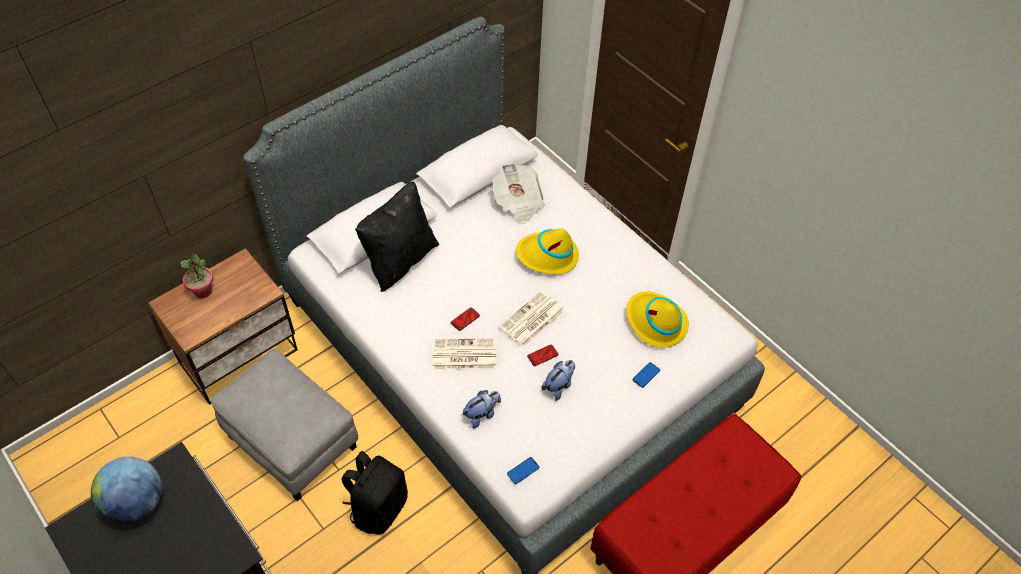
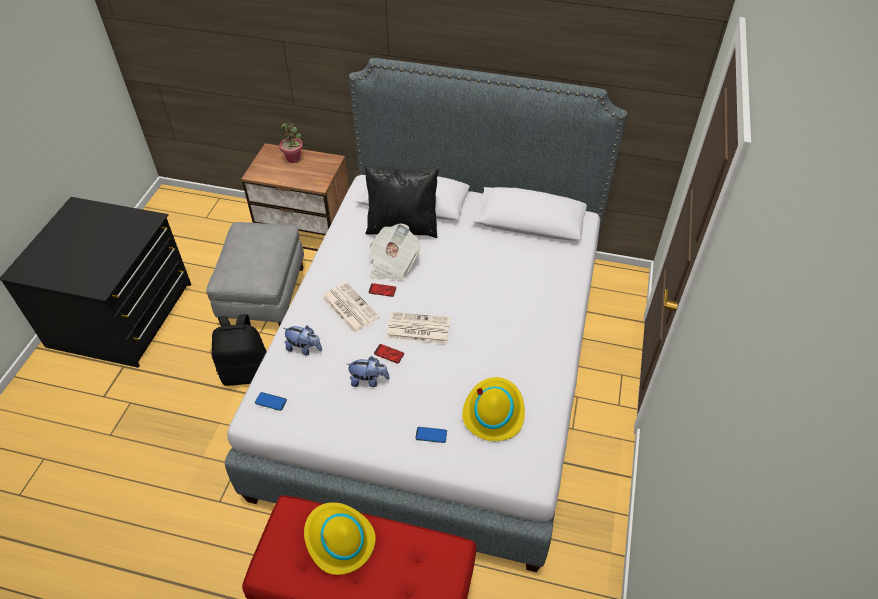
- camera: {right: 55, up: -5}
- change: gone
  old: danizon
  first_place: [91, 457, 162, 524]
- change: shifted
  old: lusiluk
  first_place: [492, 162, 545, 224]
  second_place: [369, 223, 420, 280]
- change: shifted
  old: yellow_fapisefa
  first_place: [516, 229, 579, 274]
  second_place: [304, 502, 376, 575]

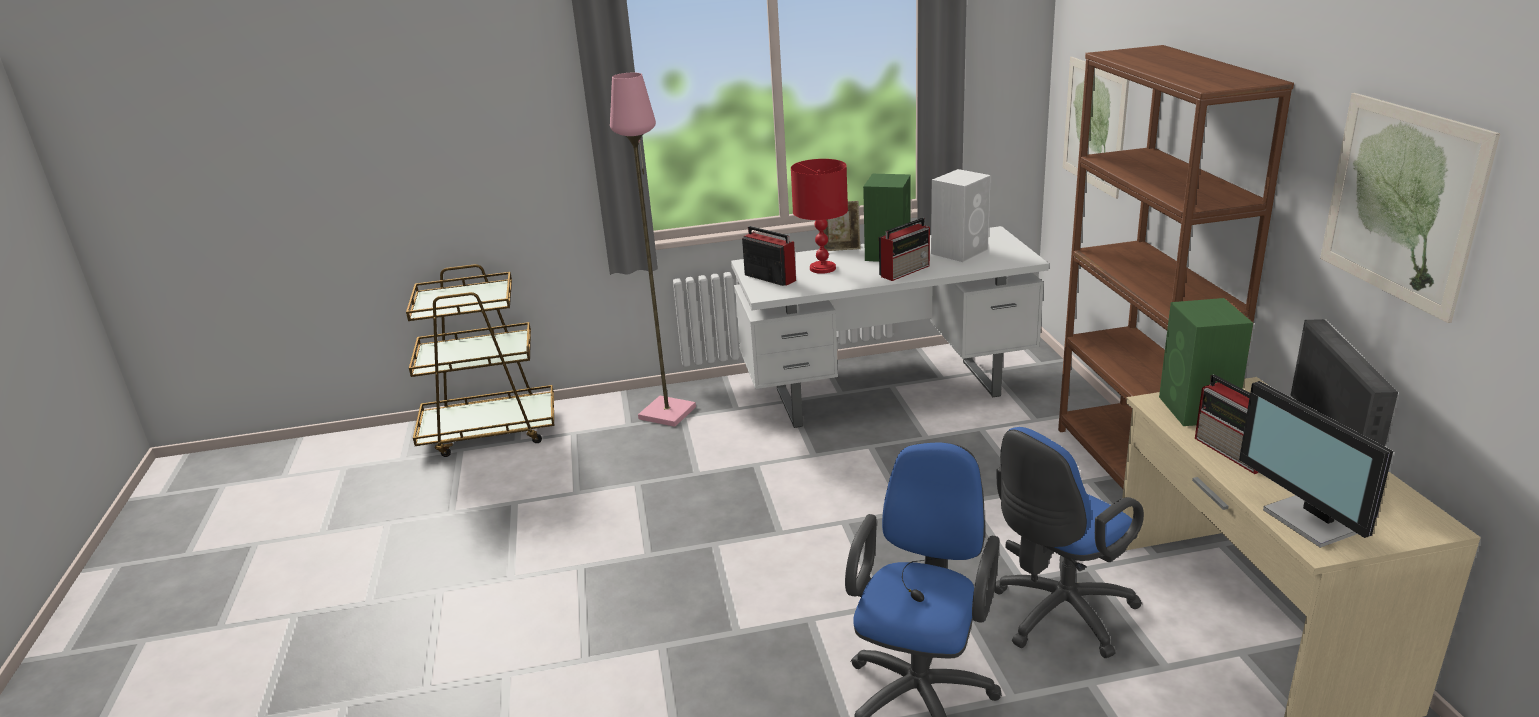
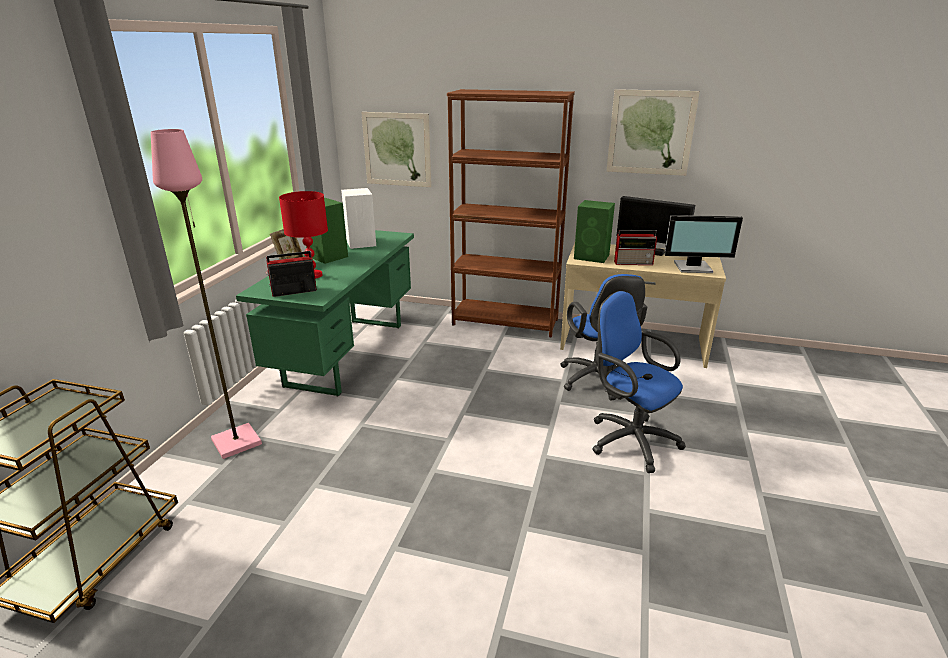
- camera: {right: -65, up: 0}
- change: repainted
  old: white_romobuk
  new: green_romobuk
  first_place: [731, 226, 1049, 428]
  second_place: [236, 230, 414, 397]
- change: gone
  old: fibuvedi
  first_place: [879, 218, 930, 281]

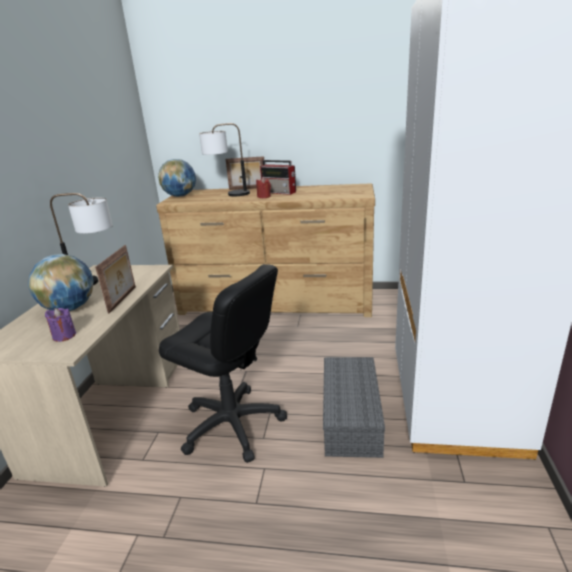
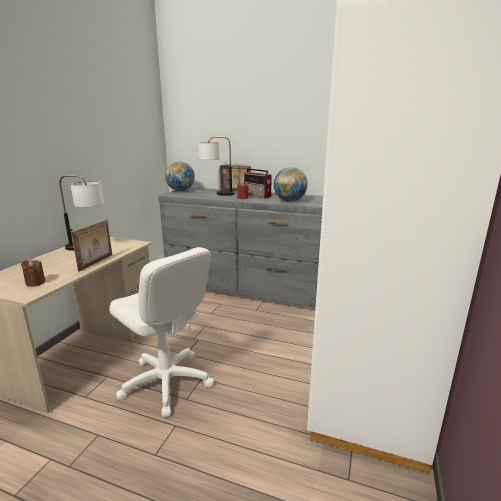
- camera: {right: 10, up: -5}
- change: shifted
  old: danizon
  first_place: [28, 254, 93, 311]
  second_place: [274, 167, 308, 202]
- change: repainted
  old: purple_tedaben
  new: brown_tedaben
  first_place: [45, 308, 76, 342]
  second_place: [21, 260, 45, 287]
- change: repainted
  old: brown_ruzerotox
  new: grey_ruzerotox
  first_place: [156, 183, 375, 317]
  second_place: [158, 188, 323, 308]
- change: repainted
  old: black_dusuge
  new: white_dusuge
  first_place: [159, 264, 287, 463]
  second_place: [109, 247, 214, 418]
- change: gone
  old: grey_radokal
  first_place: [323, 357, 385, 458]

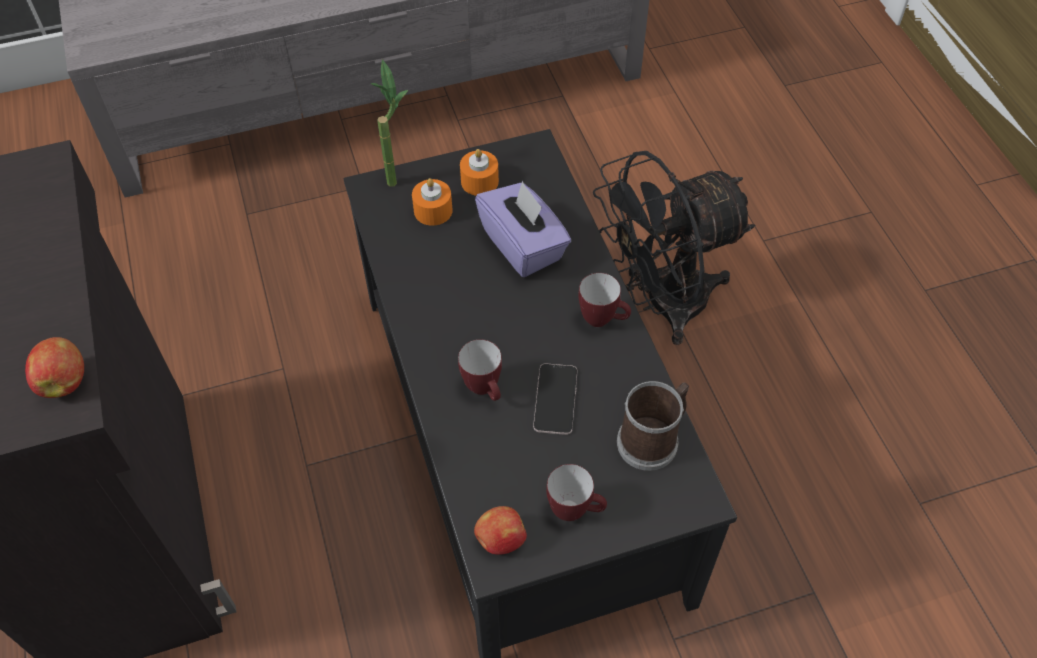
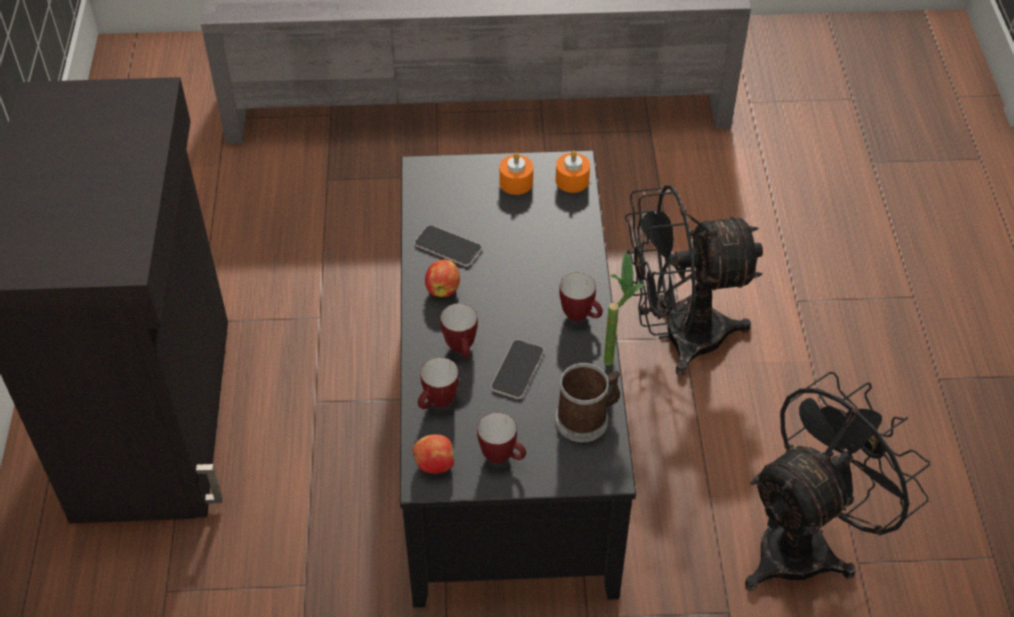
- camera: {right: 15, up: -5}
- change: shifted
  old: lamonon
  first_place: [25, 337, 84, 398]
  second_place: [425, 259, 460, 297]
- change: shifted
  old: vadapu
  first_place: [371, 59, 408, 187]
  second_place: [604, 251, 644, 366]
- change: shifted
  old: orange_tedaben
  first_place: [412, 178, 453, 226]
  second_place: [556, 151, 590, 193]
- change: gone
  old: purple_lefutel
  first_place: [475, 181, 571, 277]
- change: new
  new: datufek
  second_place: [415, 225, 482, 266]
- change: new
  new: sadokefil
  second_place: [418, 357, 459, 409]
- change: new
  new: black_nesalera
  second_place: [745, 372, 930, 590]

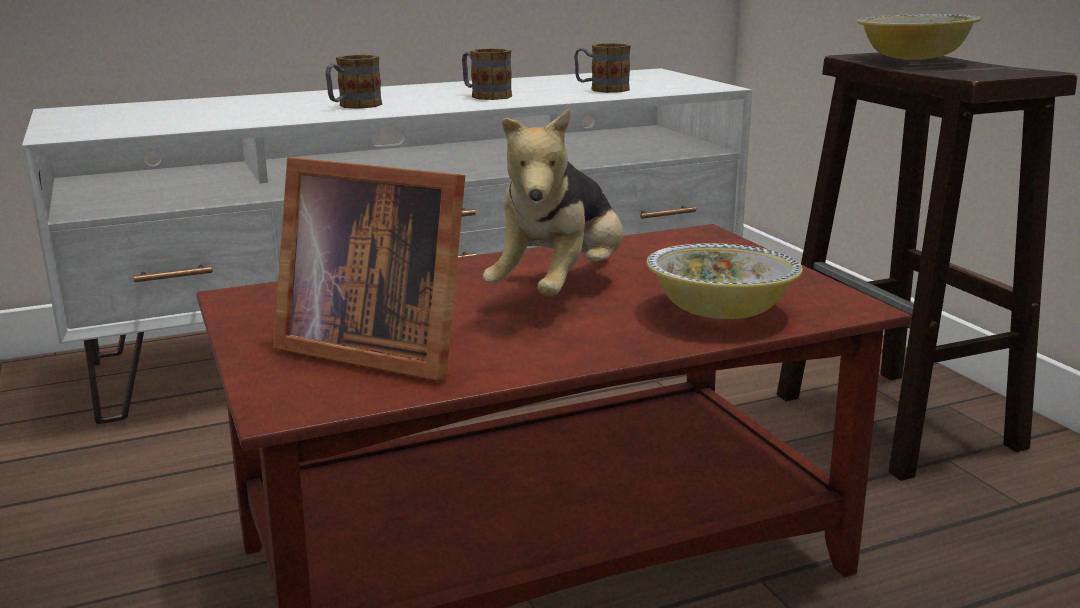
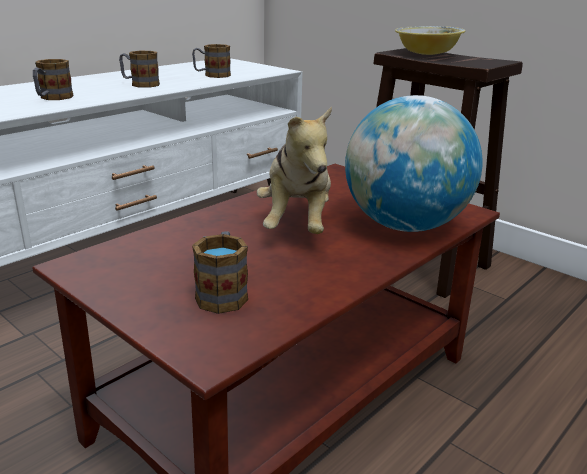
- camera: {right: -25, up: 5}
- change: swapped
  old: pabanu
  new: sadokefil
  first_place: [273, 157, 465, 381]
  second_place: [192, 231, 248, 314]
- change: swapped
  old: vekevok
  new: danizon
  first_place: [646, 243, 803, 319]
  second_place: [345, 95, 483, 232]

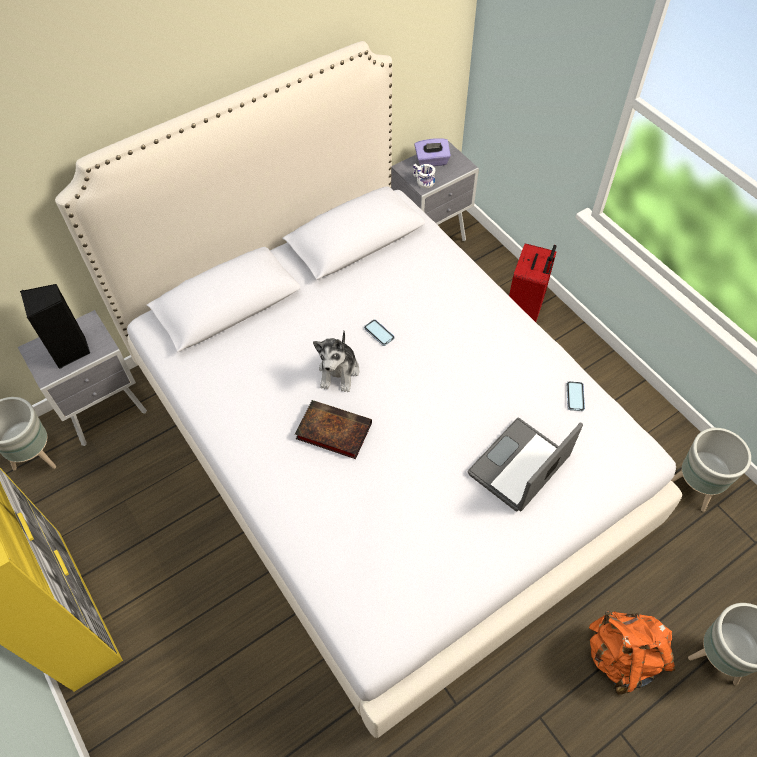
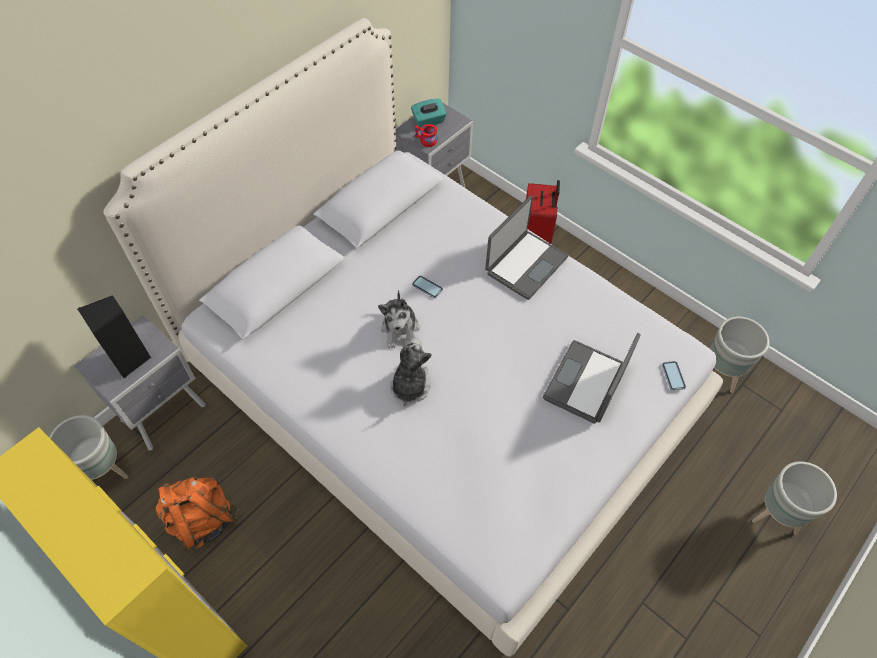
- camera: {right: -15, up: 0}
- change: swapped
  old: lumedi
  new: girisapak
  first_place: [295, 400, 372, 459]
  second_place: [390, 338, 432, 406]
- change: repainted
  old: white_sadokefil
  new: red_sadokefil
  first_place: [413, 164, 435, 188]
  second_place: [415, 124, 437, 147]
- change: repainted
  old: purple_lefutel
  new: turquoise_lefutel
  first_place: [414, 138, 451, 166]
  second_place: [411, 99, 447, 128]
- change: shifted
  old: datufek
  first_place: [567, 381, 585, 411]
  second_place: [662, 361, 686, 391]
- change: shifted
  old: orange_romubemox
  first_place: [589, 611, 675, 695]
  second_place: [156, 477, 238, 551]
- change: new
  new: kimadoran
  second_place: [485, 195, 568, 300]

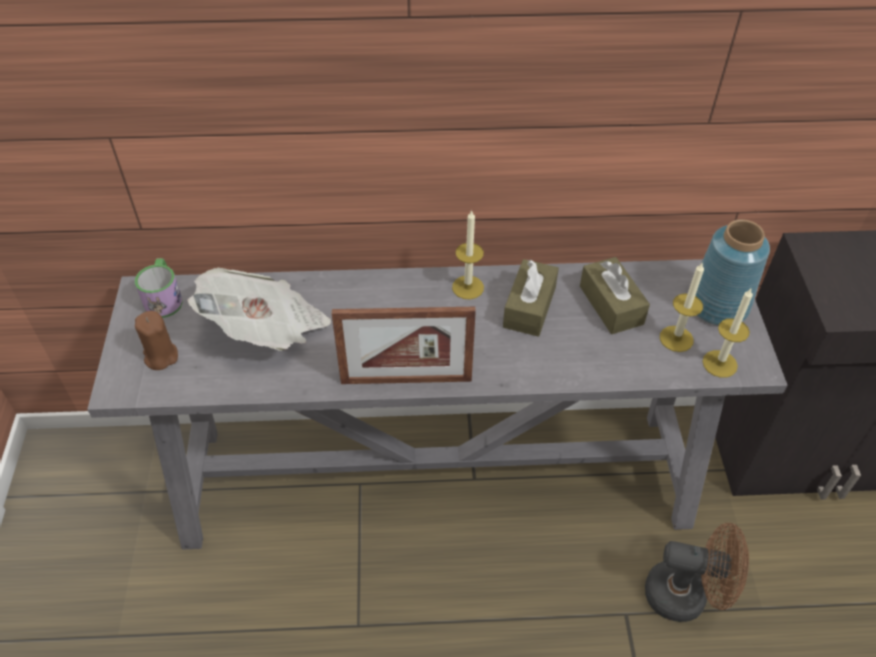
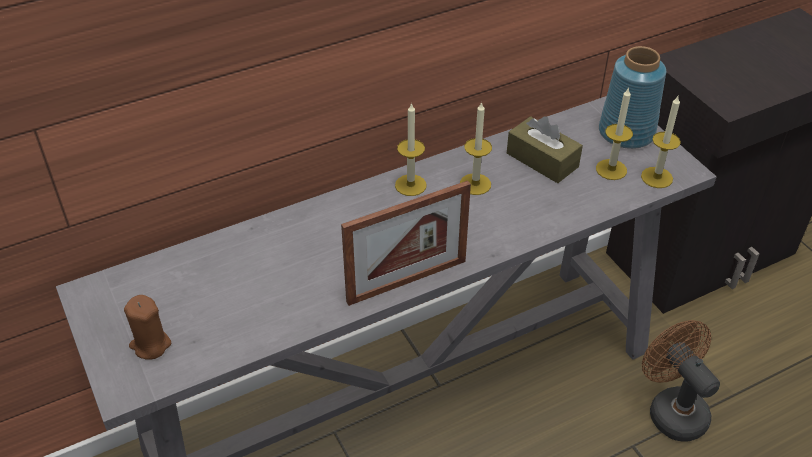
- camera: {right: -25, up: -5}
- change: gone
  old: sadokefil
  first_place: [135, 258, 183, 318]
- change: gone
  old: lusiluk
  first_place: [187, 268, 331, 351]
- change: swapped
  old: brown_lefutel
  new: tedaben
  first_place: [503, 259, 559, 337]
  second_place: [460, 102, 492, 195]
- change: rotated
  old: brown_nesalera
  first_place: [645, 523, 749, 622]
  second_place: [642, 320, 720, 442]
  degrees: -105

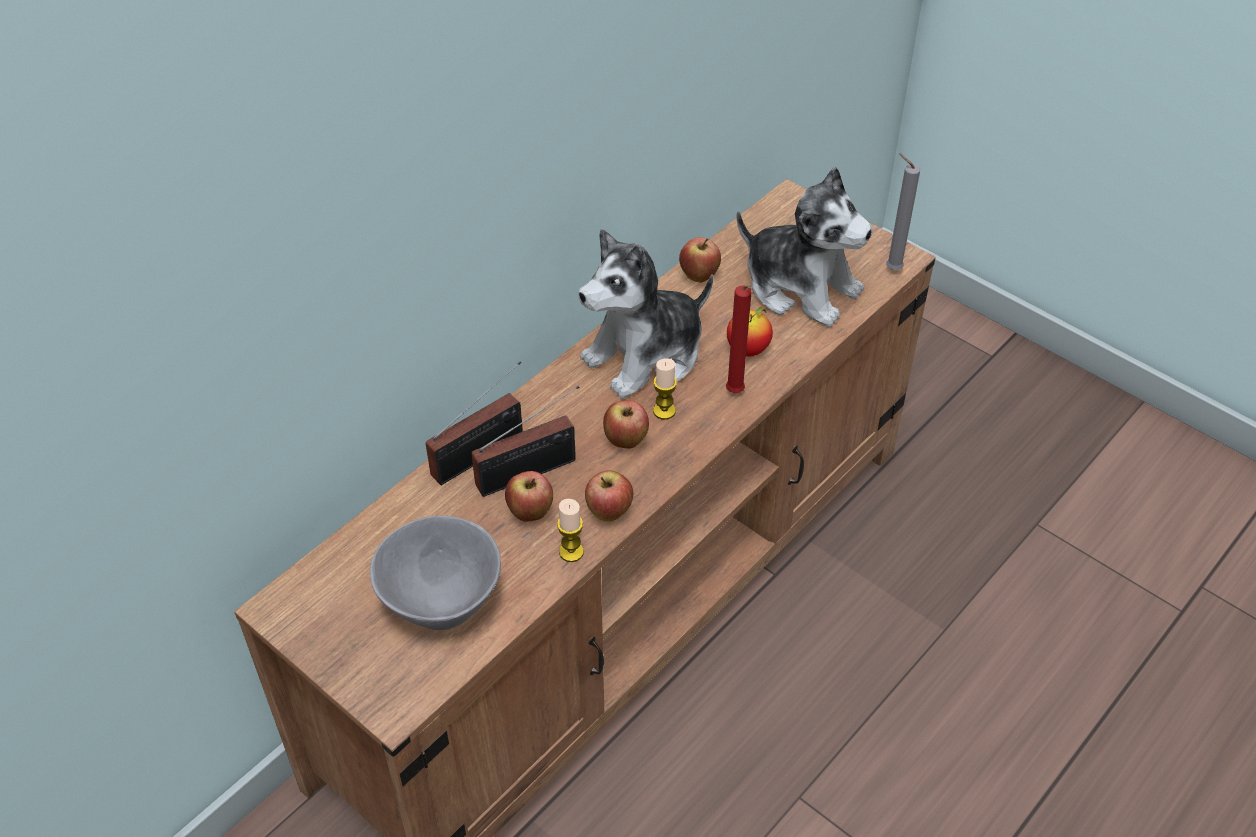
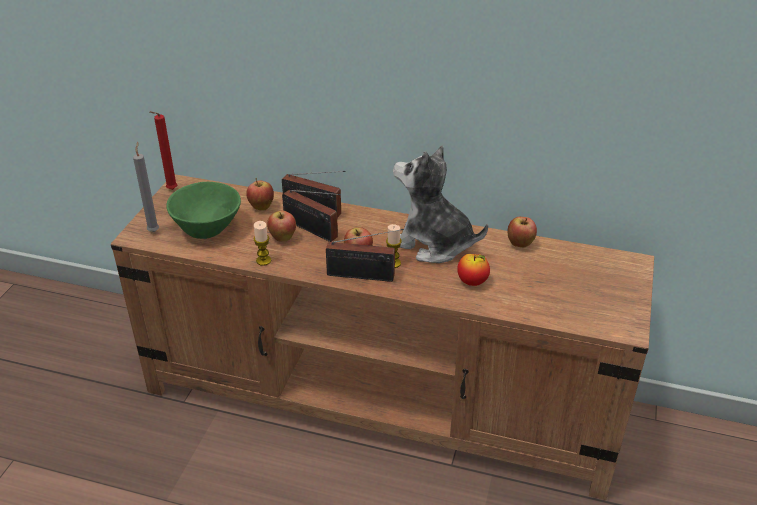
- camera: {right: 65, up: -10}
- change: repainted
  old: grey_vekevok
  new: green_vekevok
  first_place: [370, 516, 501, 630]
  second_place: [166, 182, 241, 239]
- change: shifted
  old: lamonon
  first_place: [585, 470, 633, 521]
  second_place: [246, 178, 274, 210]
- change: shifted
  old: red_tedaben
  first_place: [726, 285, 753, 393]
  second_place: [150, 111, 177, 190]
- change: gone
  old: girisapak
  first_place: [736, 167, 873, 327]
- change: shifted
  old: grey_tedaben
  first_place: [886, 153, 920, 270]
  second_place: [133, 142, 159, 232]
- change: new
  new: fibuvedi
  second_place: [326, 229, 403, 282]

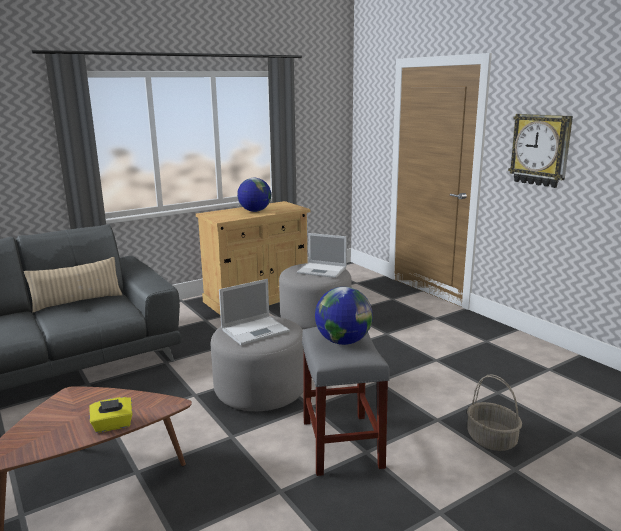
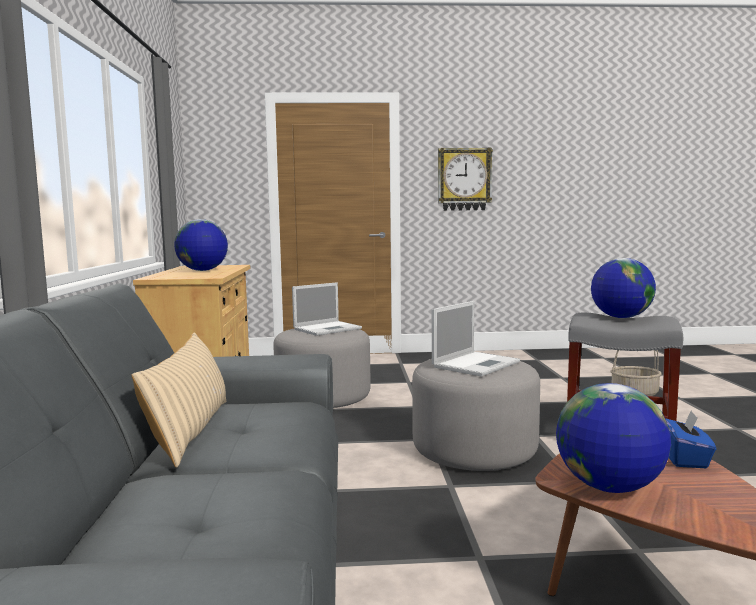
- camera: {right: -60, up: -10}
- change: repainted
  old: yellow_lefutel
  new: blue_lefutel
  first_place: [89, 397, 132, 433]
  second_place: [665, 410, 716, 468]
- change: rotated
  old: kimadoran
  first_place: [219, 279, 290, 345]
  second_place: [432, 301, 520, 377]
  degrees: 45
- change: new
  new: danizon
  second_place: [556, 383, 671, 493]

